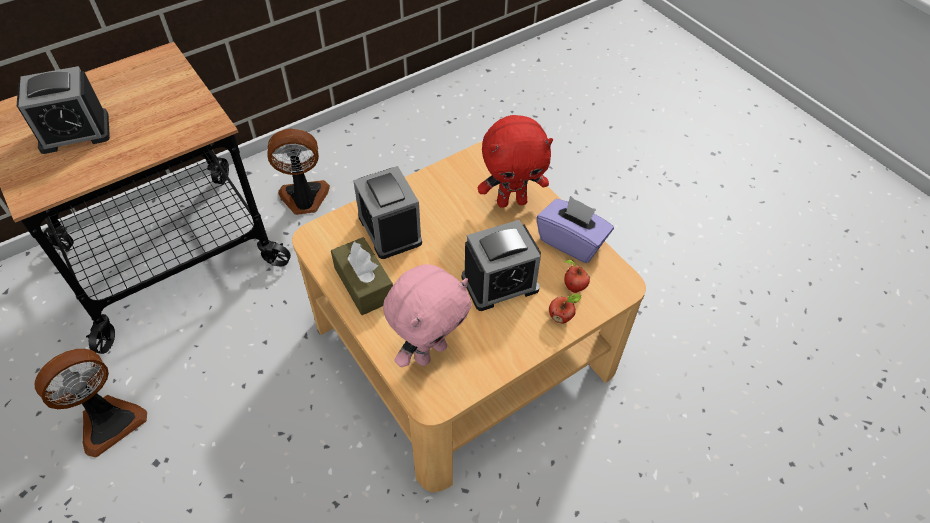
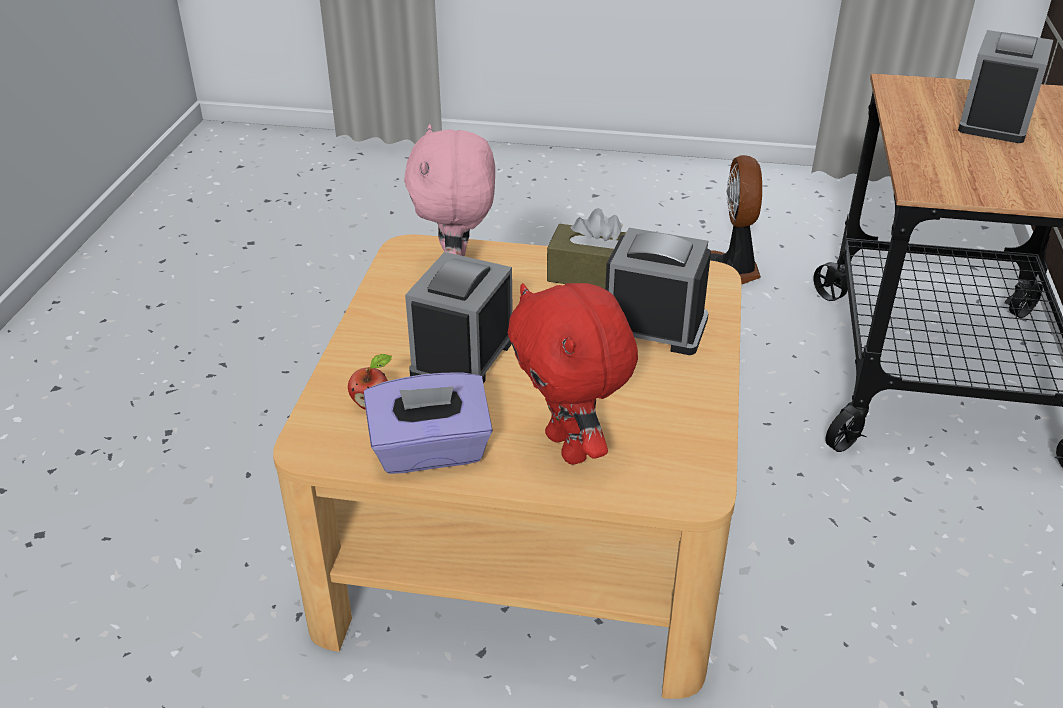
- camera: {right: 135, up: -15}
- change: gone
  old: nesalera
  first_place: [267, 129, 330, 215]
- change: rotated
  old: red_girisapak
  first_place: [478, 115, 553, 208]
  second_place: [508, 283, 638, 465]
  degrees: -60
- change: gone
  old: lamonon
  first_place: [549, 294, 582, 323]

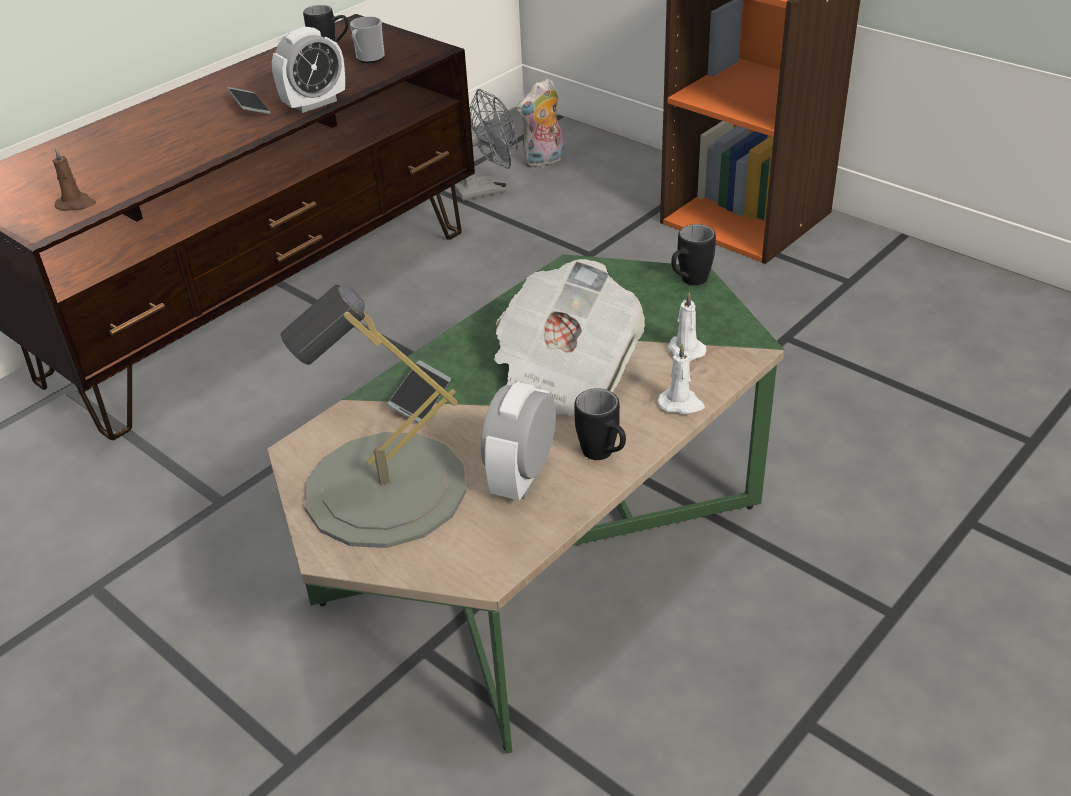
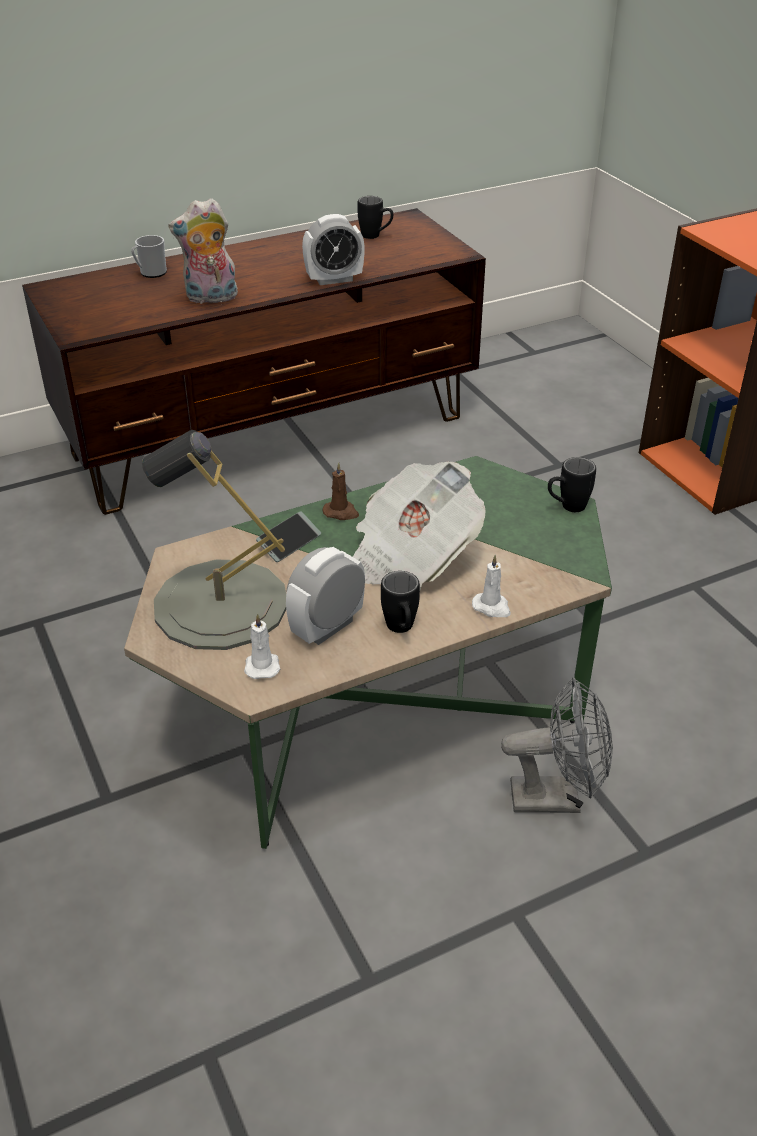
- camera: {right: 20, up: 0}
- change: shifted
  old: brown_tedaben
  first_place: [53, 146, 96, 211]
  second_place: [323, 462, 359, 520]
- change: gone
  old: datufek
  first_place: [227, 87, 271, 114]
- change: shifted
  old: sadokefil
  first_place: [350, 16, 385, 63]
  second_place: [131, 235, 167, 278]
- change: shifted
  old: grey_nesalera
  first_place: [455, 89, 518, 201]
  second_place: [501, 677, 613, 813]
- change: shifted
  old: girisapak
  first_place: [516, 78, 564, 168]
  second_place: [168, 198, 238, 304]
- change: shifted
  old: white_tedaben
  first_place: [667, 292, 706, 361]
  second_place: [244, 614, 281, 679]

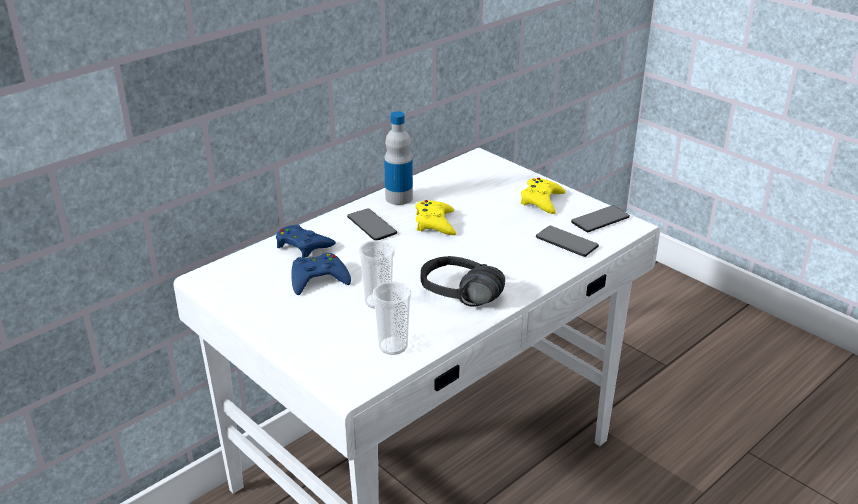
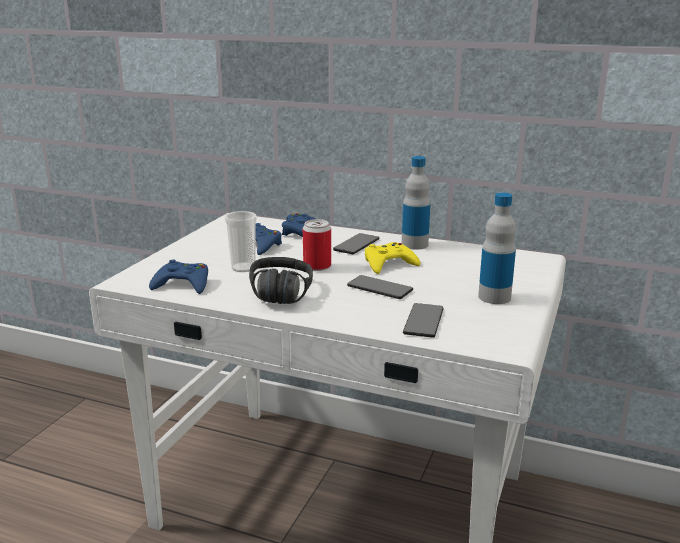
- camera: {right: 65, up: -10}
- change: swapped
  old: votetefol
  new: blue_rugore
  first_place: [373, 281, 411, 355]
  second_place: [149, 260, 208, 294]
- change: swapped
  old: yellow_rugore
  new: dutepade
  first_place: [520, 178, 566, 214]
  second_place: [478, 193, 516, 304]
- change: shifted
  old: datufek
  first_place: [571, 205, 630, 232]
  second_place: [347, 275, 413, 299]
- change: new
  new: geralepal
  second_place: [303, 219, 331, 271]

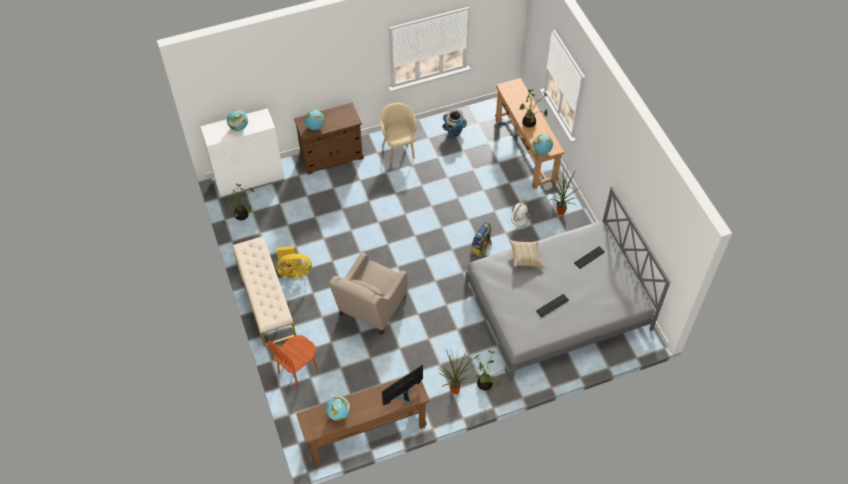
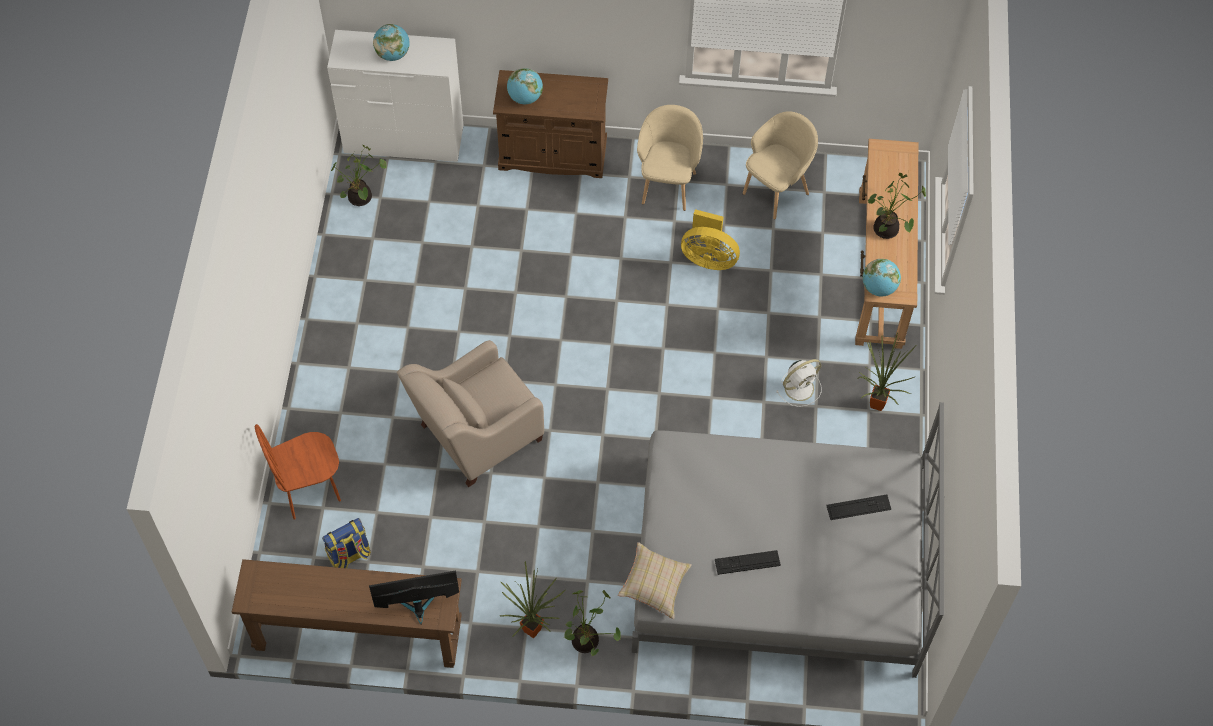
- camera: {right: 25, up: 5}
- change: gone
  old: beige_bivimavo
  first_place: [232, 236, 296, 347]
- change: shifted
  old: yellow_nesalera
  first_place: [276, 246, 312, 278]
  second_place: [681, 209, 740, 270]
- change: gone
  old: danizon
  first_place: [326, 396, 350, 421]
- change: swapped
  old: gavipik
  new: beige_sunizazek
  first_place: [442, 110, 467, 137]
  second_place: [743, 111, 818, 220]
- change: shifted
  old: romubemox
  first_place: [471, 222, 492, 257]
  second_place: [322, 518, 371, 568]
- change: shifted
  old: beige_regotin
  first_place: [509, 240, 544, 268]
  second_place: [618, 542, 692, 619]

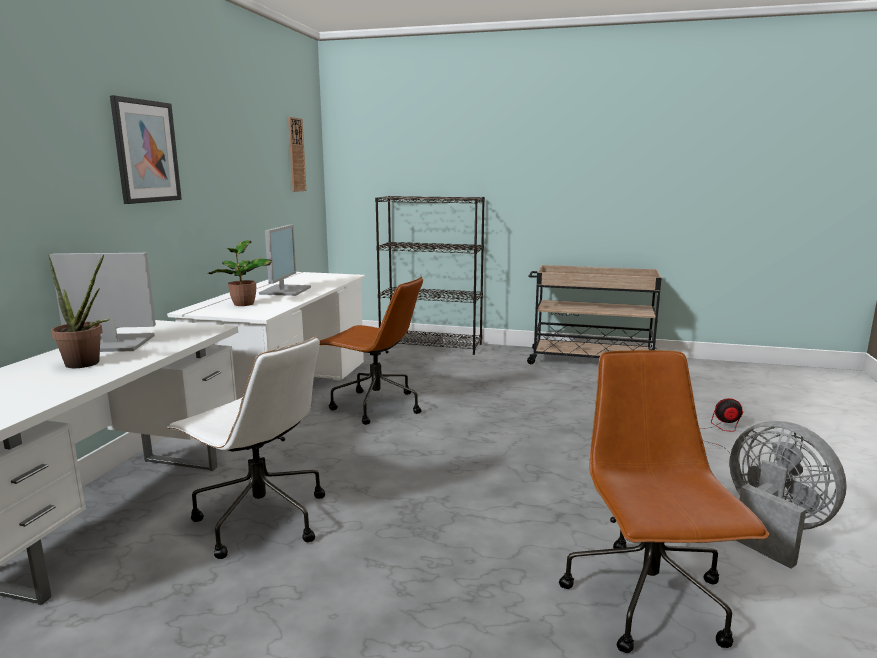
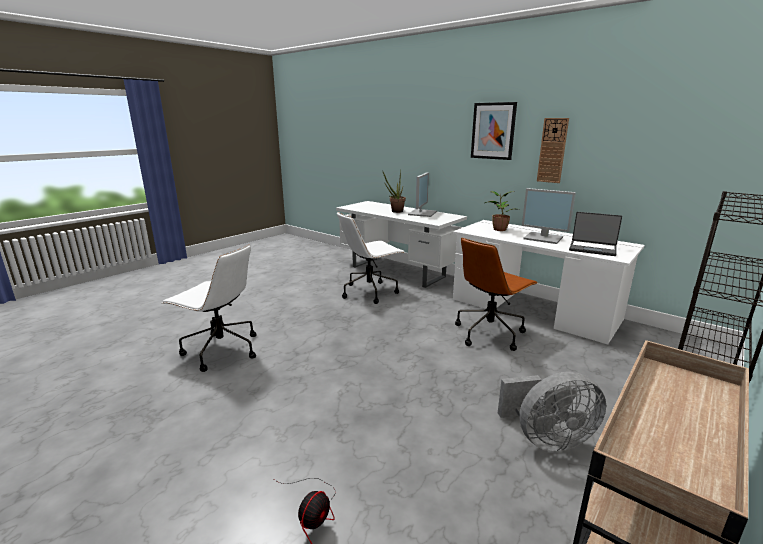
- camera: {right: 115, up: 5}
- change: shifted
  old: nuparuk
  first_place: [288, 117, 306, 192]
  second_place: [537, 118, 569, 183]
- change: repainted
  old: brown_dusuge
  new: white_dusuge
  first_place: [559, 350, 769, 653]
  second_place: [161, 244, 256, 372]
- change: shifted
  old: grey_nesalera
  first_place: [730, 421, 847, 569]
  second_place: [498, 372, 606, 452]
- change: new
  new: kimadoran
  second_place: [569, 212, 622, 256]

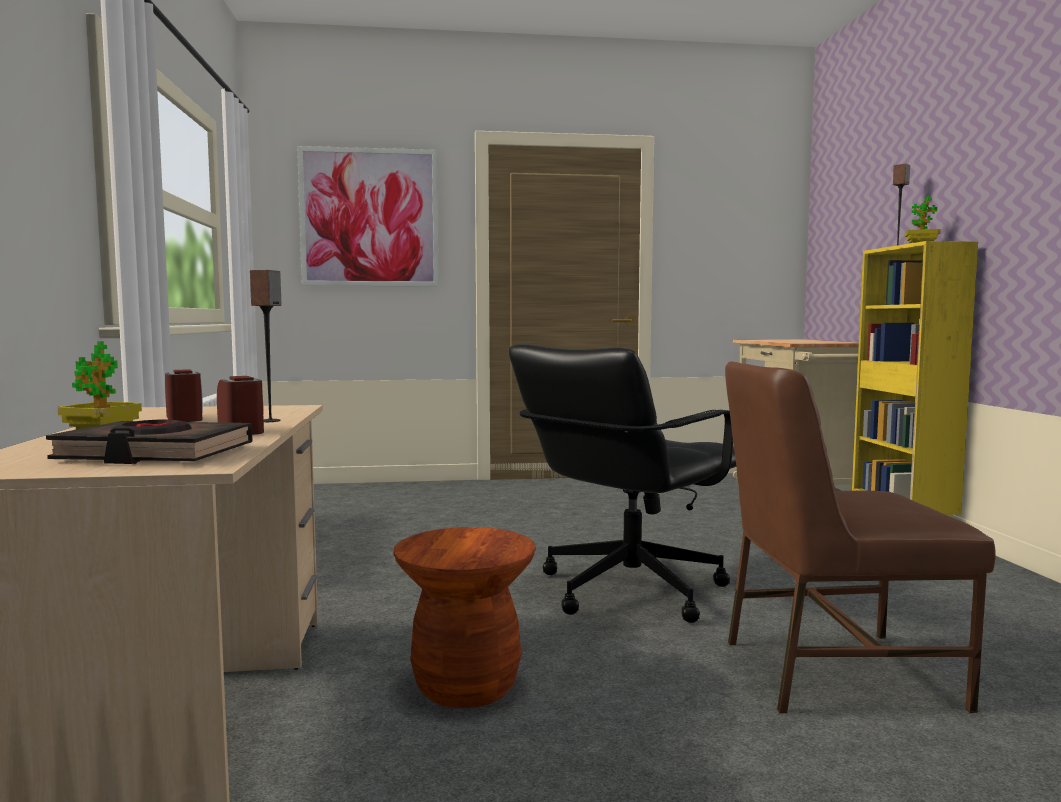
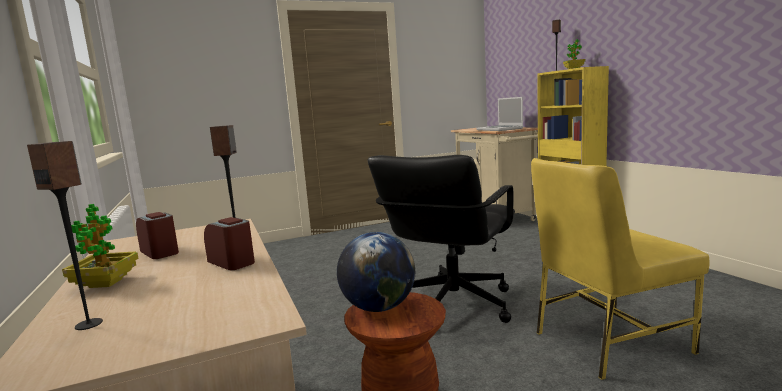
- camera: {right: -15, up: 5}
- change: gone
  old: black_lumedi
  first_place: [46, 419, 252, 464]
- change: gone
  old: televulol
  first_place: [297, 146, 439, 286]
- change: repainted
  old: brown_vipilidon
  new: yellow_vipilidon
  first_place: [725, 361, 996, 713]
  second_place: [531, 158, 709, 380]
- change: new
  new: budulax
  second_place: [27, 141, 103, 330]
- change: new
  new: danizon
  second_place: [337, 232, 415, 312]
- change: new
  new: kimadoran
  second_place: [477, 97, 523, 131]

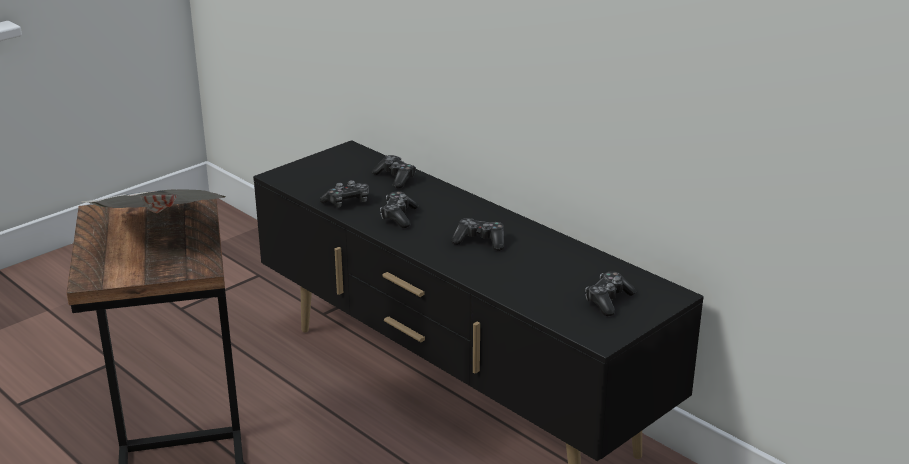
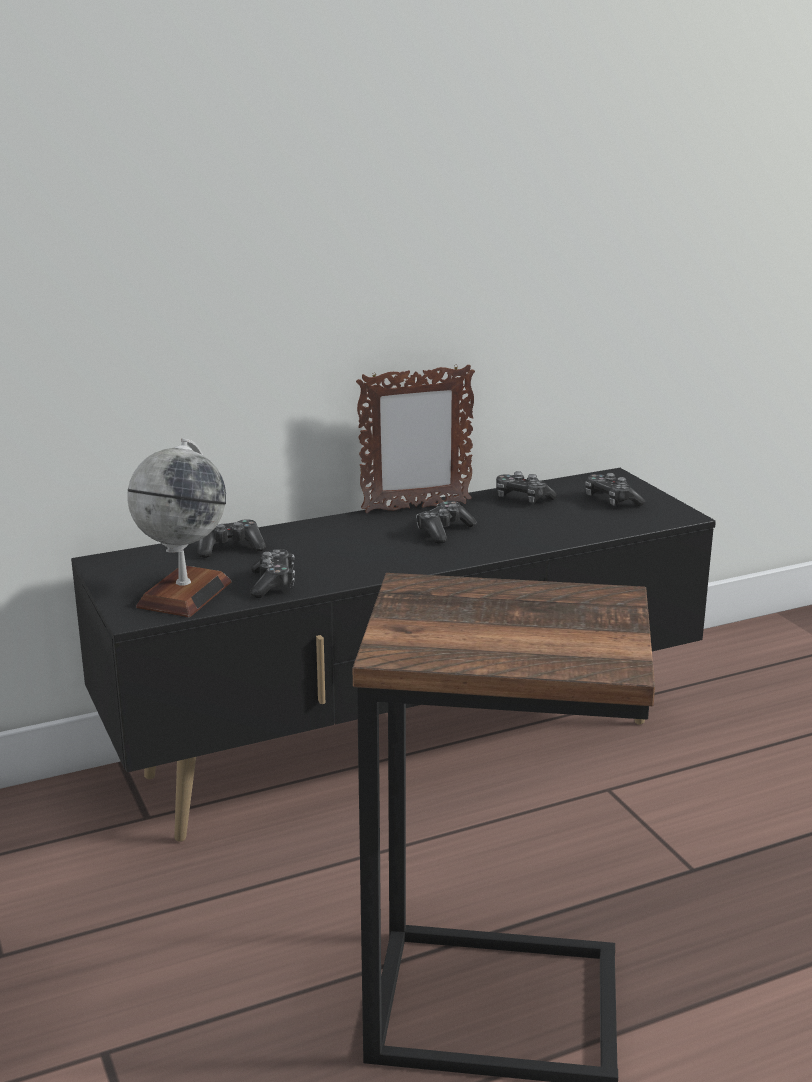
- camera: {right: -70, up: -5}
- change: gone
  old: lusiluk
  first_place: [82, 190, 226, 213]
- change: shifted
  old: rugore
  first_place: [380, 191, 418, 228]
  second_place: [496, 471, 557, 503]
- change: new
  new: danizon
  second_place: [127, 439, 231, 617]
- change: new
  new: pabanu
  second_place: [356, 364, 475, 513]

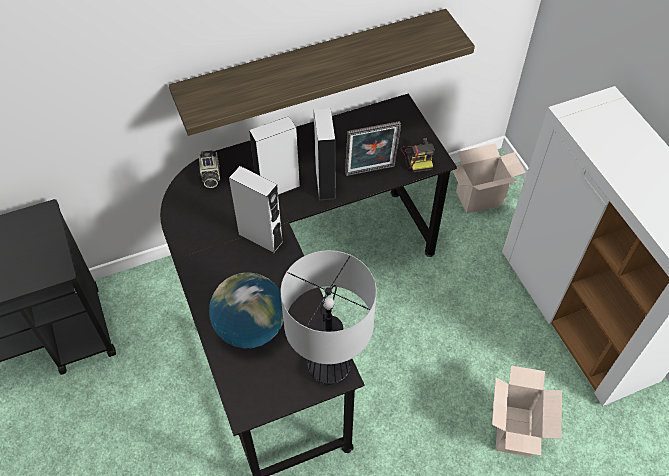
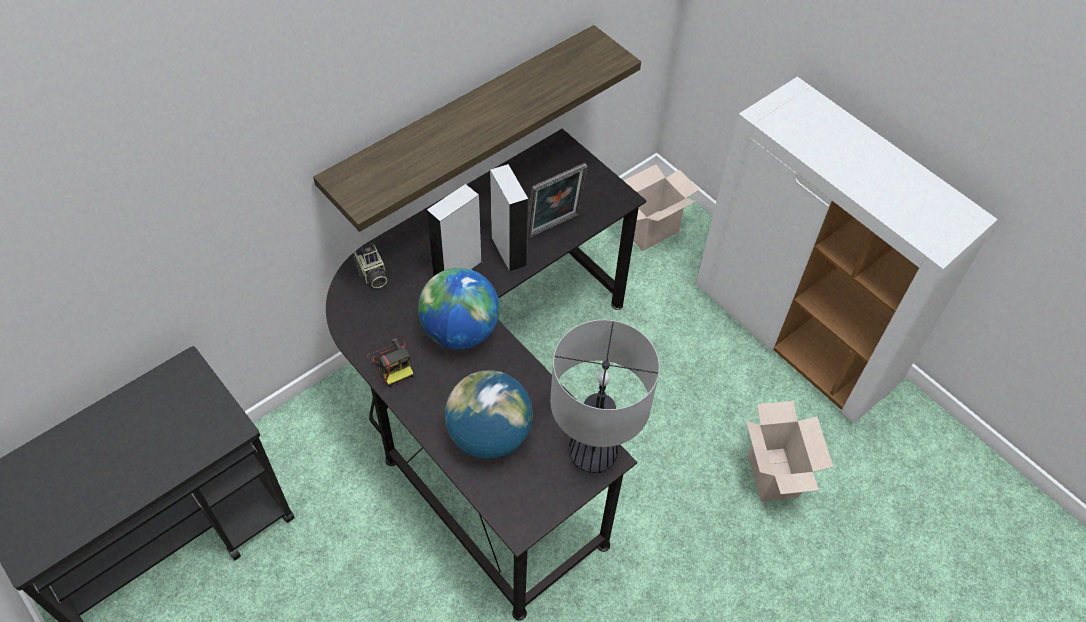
- camera: {right: -20, up: 0}
- change: swapped
  old: grey_budulax
  new: danizon
  first_place: [229, 166, 284, 253]
  second_place: [418, 268, 500, 349]
- change: shifted
  old: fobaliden
  first_place: [401, 138, 435, 172]
  second_place: [367, 338, 414, 387]

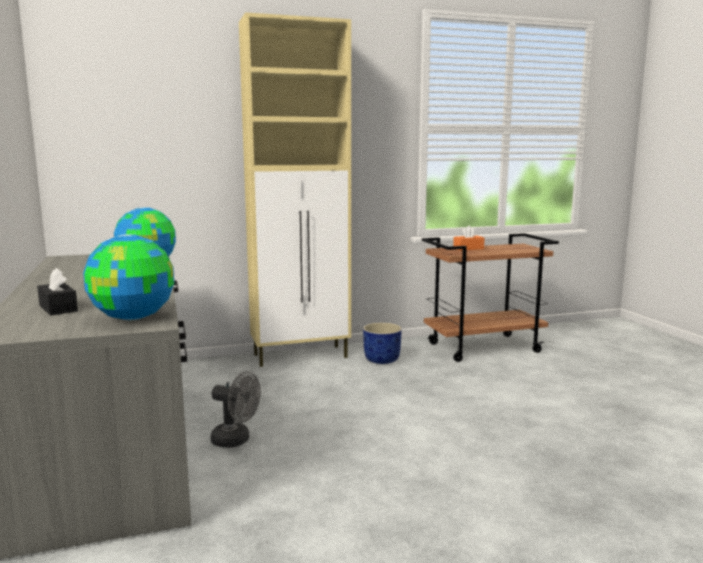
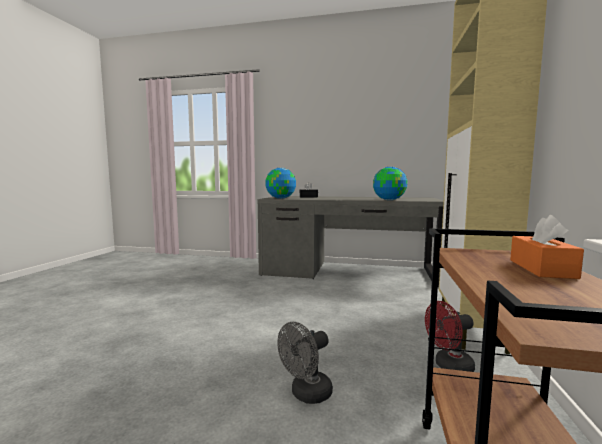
- camera: {right: 120, up: -5}
- change: shifted
  old: grey_nesalera
  first_place: [210, 371, 261, 448]
  second_place: [277, 322, 333, 404]
- change: swapped
  old: blue_gavipik
  new: red_nesalera
  first_place: [363, 323, 402, 364]
  second_place: [425, 301, 475, 372]

